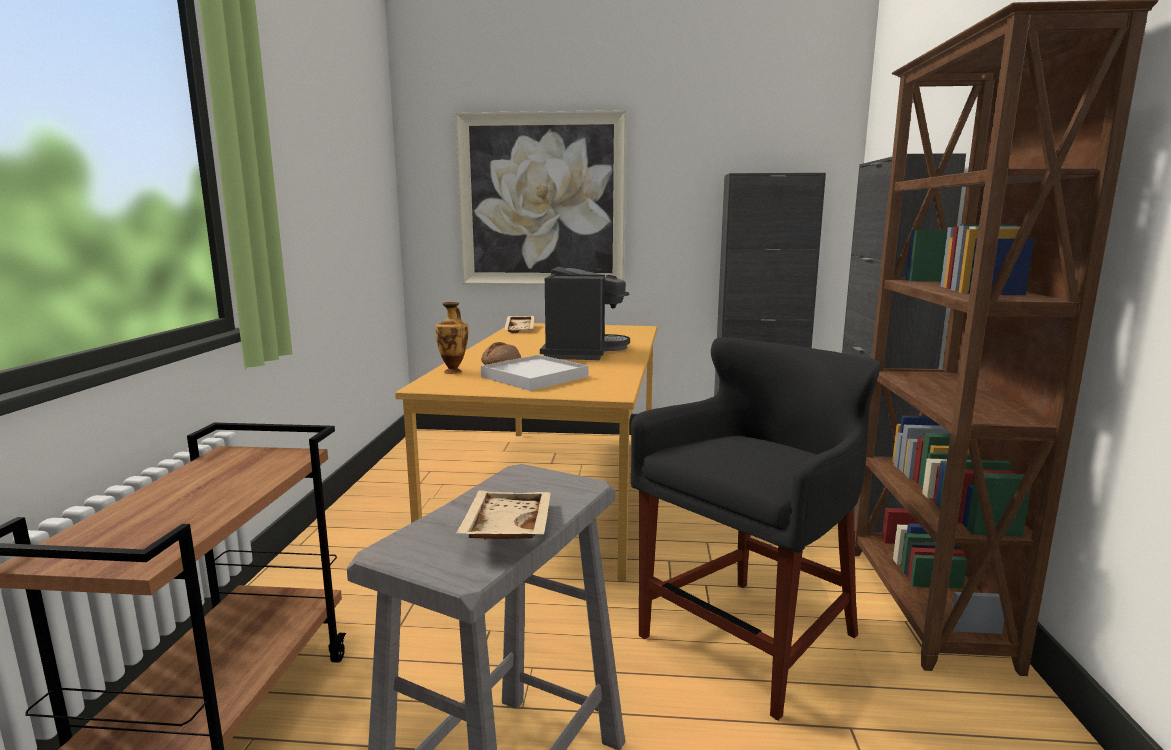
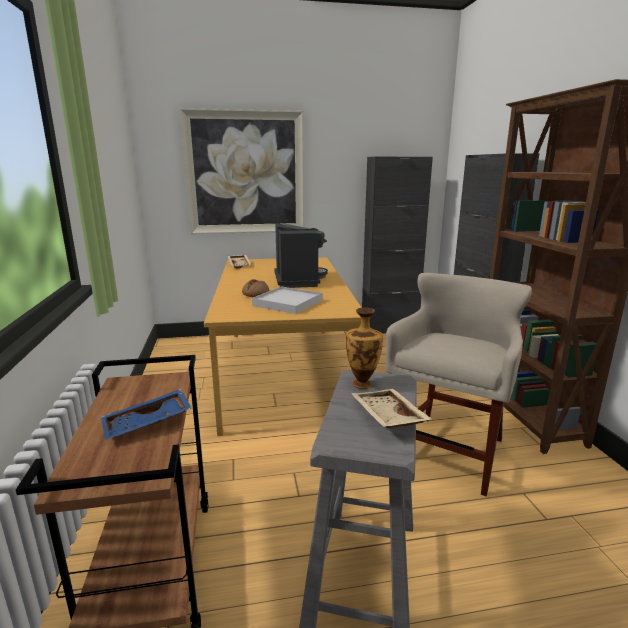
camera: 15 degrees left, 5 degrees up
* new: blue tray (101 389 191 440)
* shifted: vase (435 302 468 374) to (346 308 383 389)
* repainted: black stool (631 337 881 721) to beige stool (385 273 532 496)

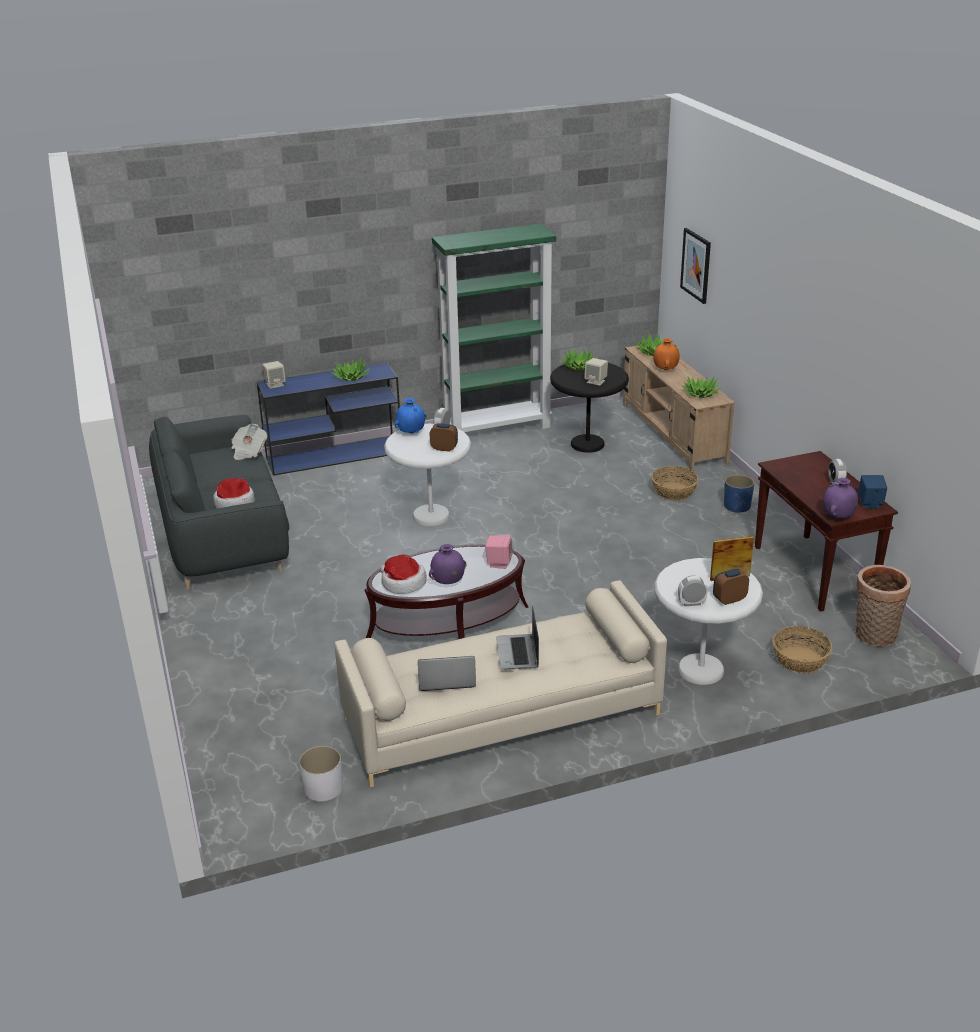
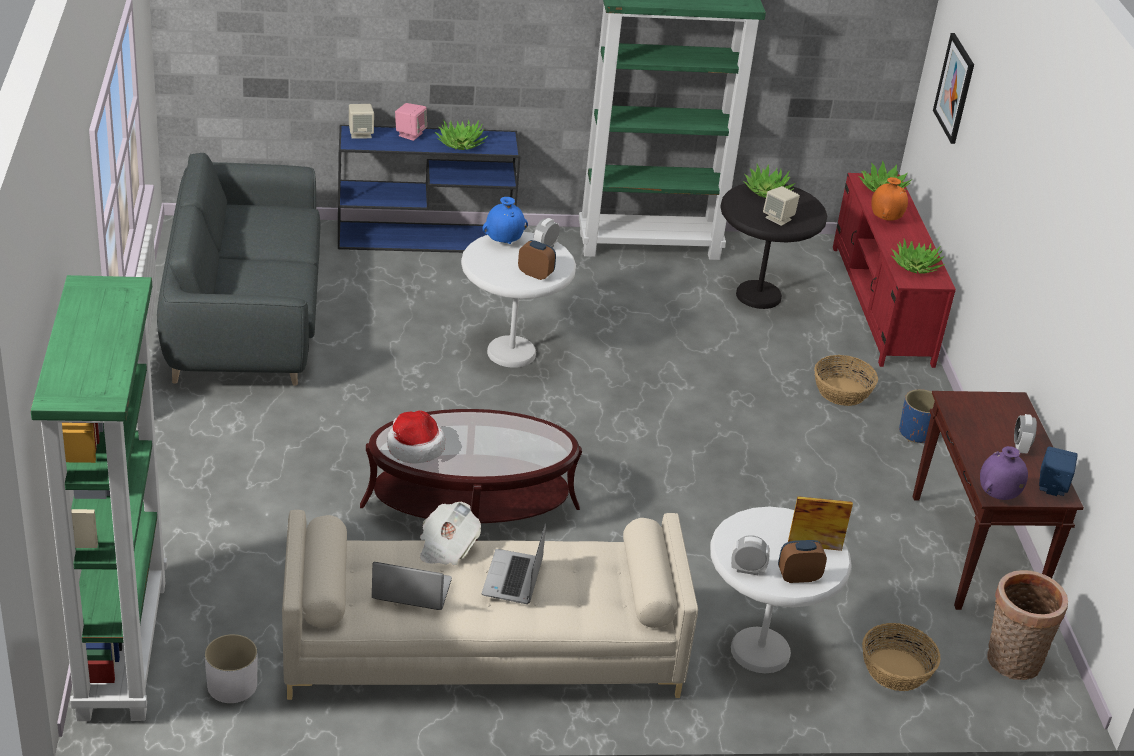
camera: 10 degrees right, 5 degrees up
* new: green bookcase (30 275 168 721)
* shifted: pink speaker (485 535 513 569) to (395 103 427 141)
* shifted: newspaper (231 424 267 460) to (420 502 481 565)
* repainted: beige tv stand (623 343 735 471) to red tv stand (833 173 956 368)
* gone: hat (213 478 255 509)
* gone: purple vase (429 544 467 584)

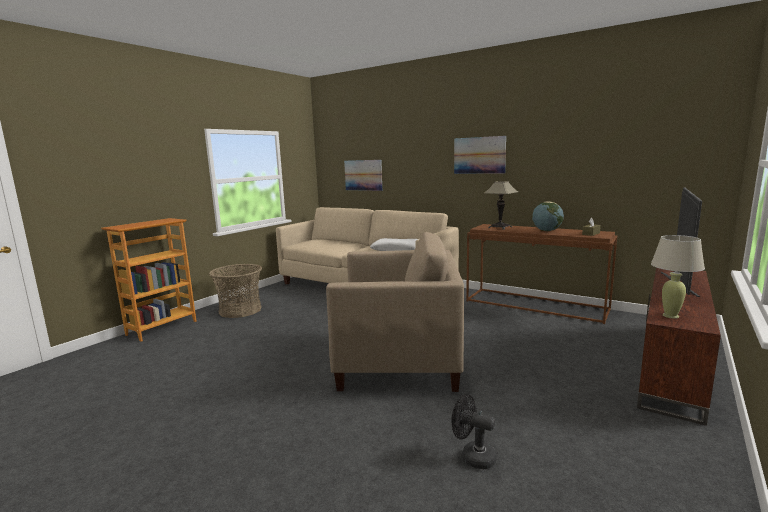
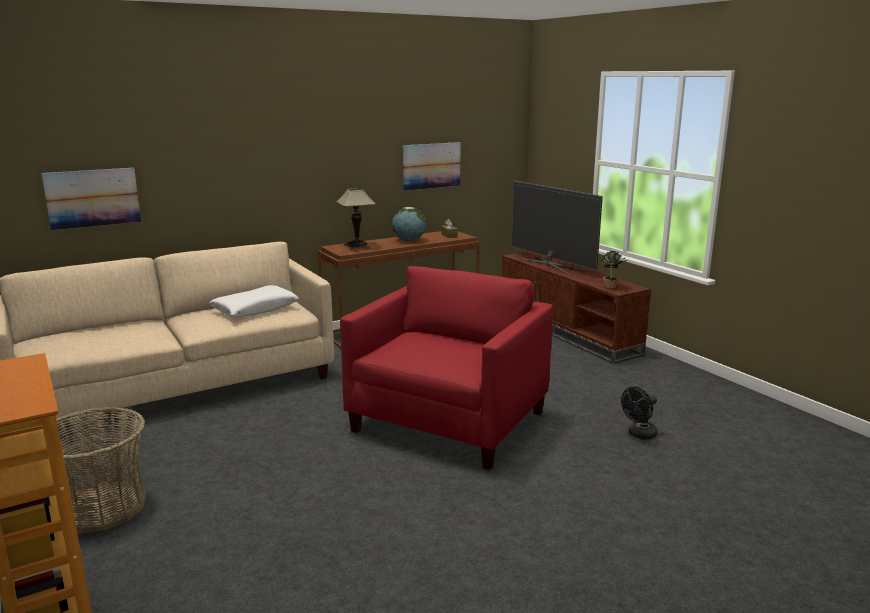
camera: 65 degrees left, 5 degrees up
* repainted: beige armchair (326 232 464 392) to red armchair (340 266 553 470)
* shifted: picture (454 136 506 174) to (403 142 461 191)
* swapped: beige table lamp (651 235 705 319) to potted plant (601 251 627 289)

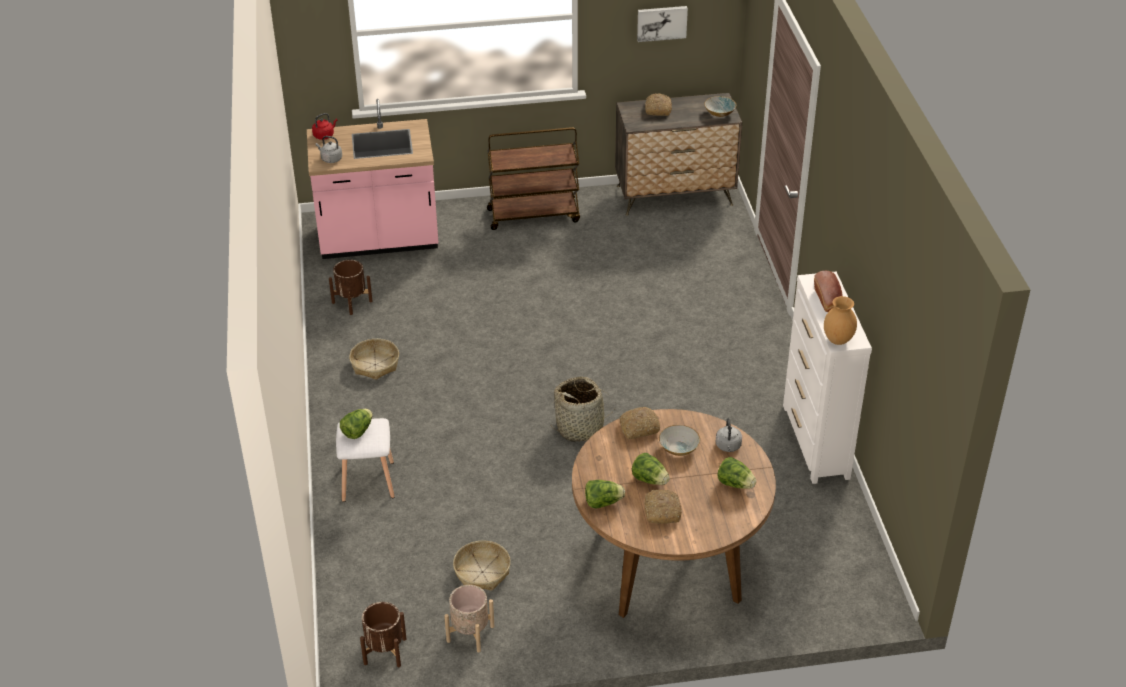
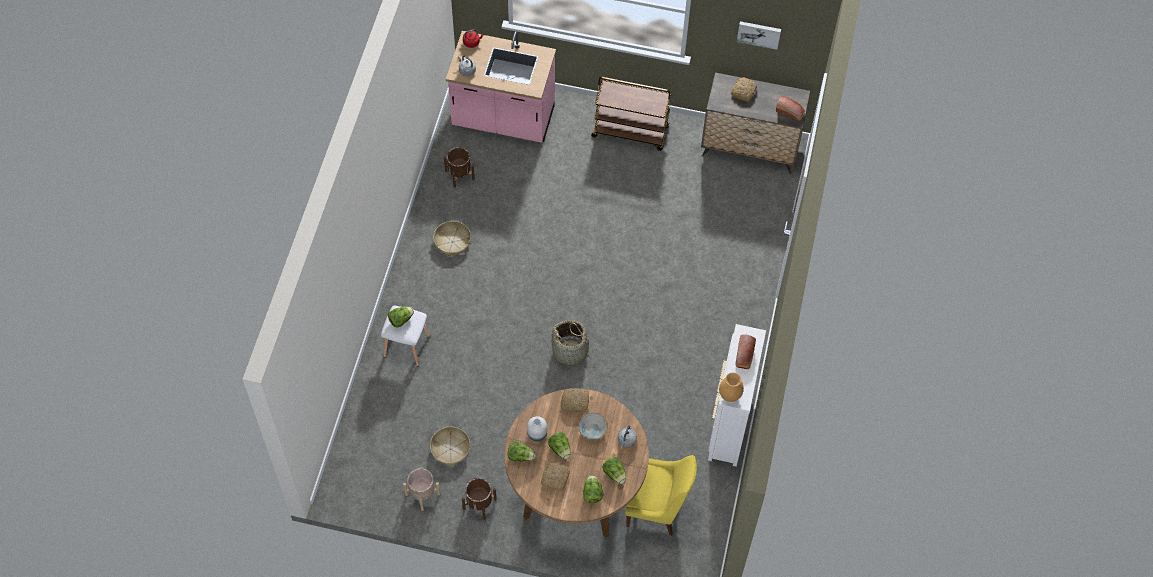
camera: 20 degrees right, 20 degrees up
* shifted: brown planter (360 602 406 667) to (462 478 497 520)
* new: white vase (527 416 547 441)
* new: lettuce (583 475 603 503)
* new: yellow chair (625 455 697 536)
* swapped: bowl (704 96 736 117) to bread (776 96 805 120)

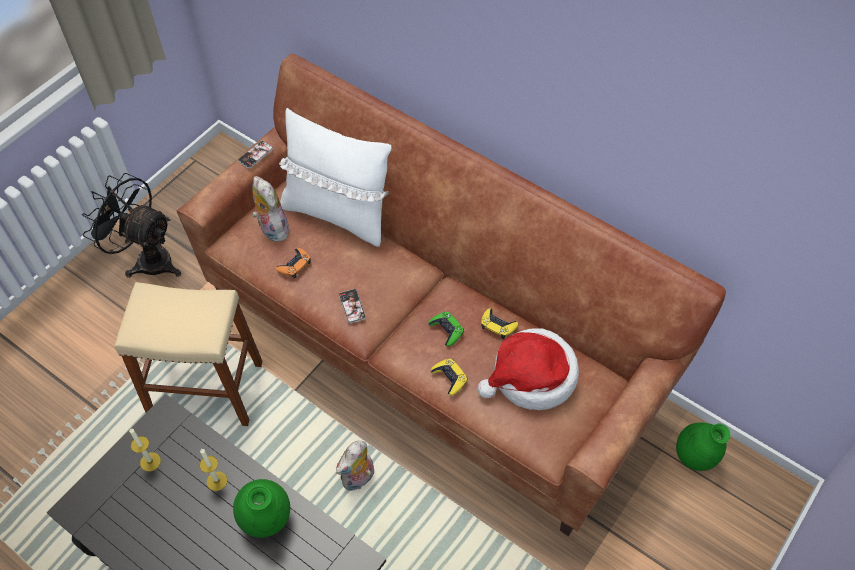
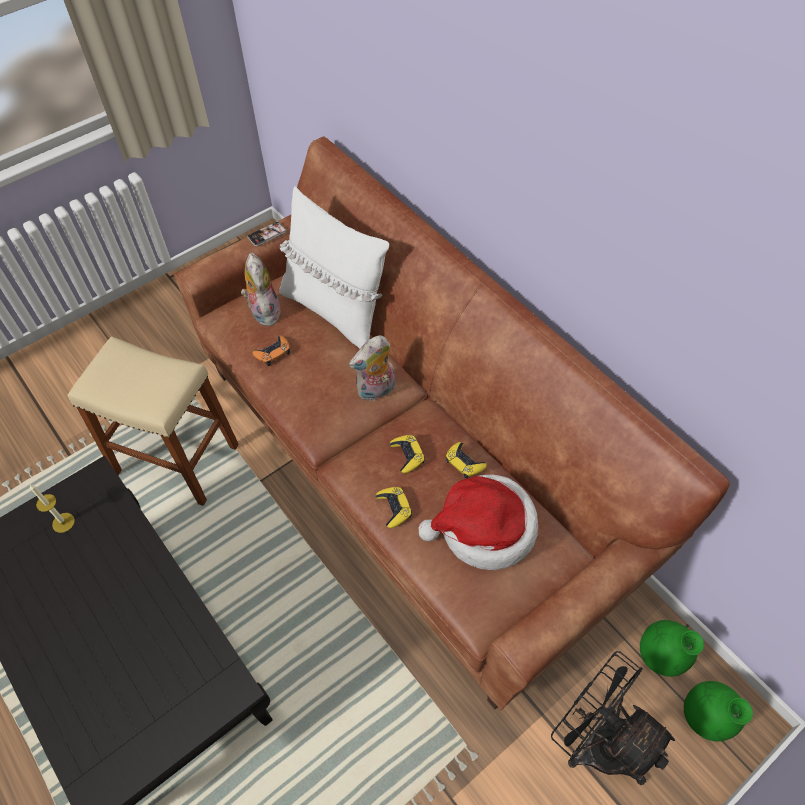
camera: 15 degrees right, 0 degrees up
* shifted: plush toy (336 441 374 491) to (349 335 395 401)
* repainted: green game controller (428 312 464 346) to yellow game controller (390 435 425 473)
* shifted: black fan (82 173 181 278) to (551 651 675 785)
* shifted: green vase (233 479 290 538) to (684 681 753 742)
* gone: candle (200 449 228 491)
* gone: phone (339 289 366 323)

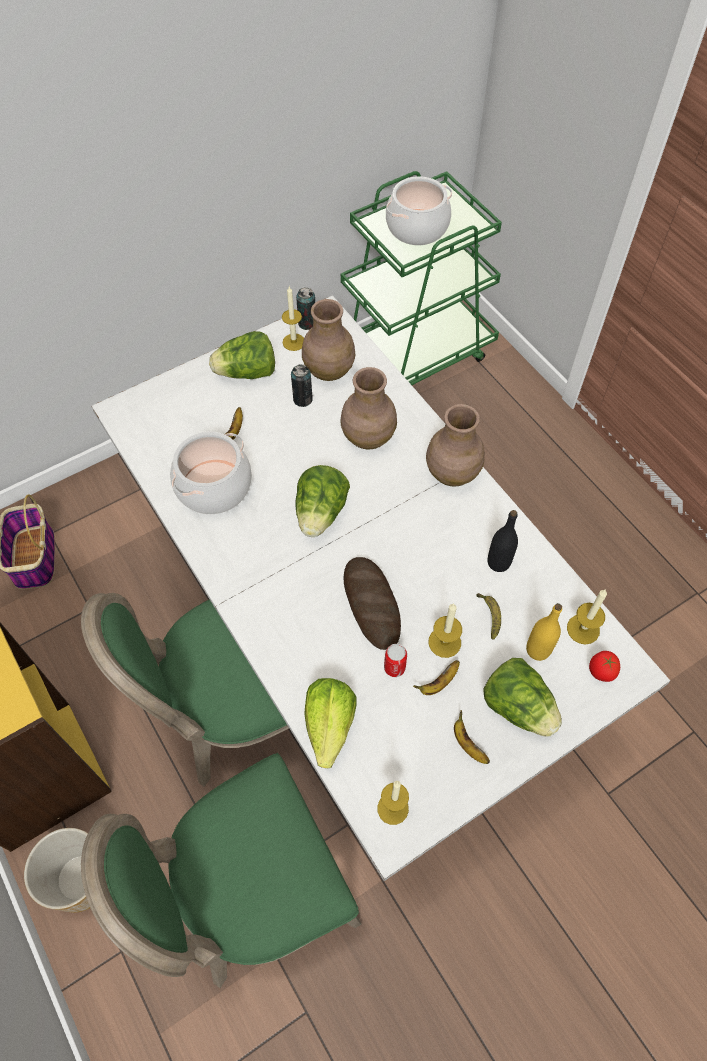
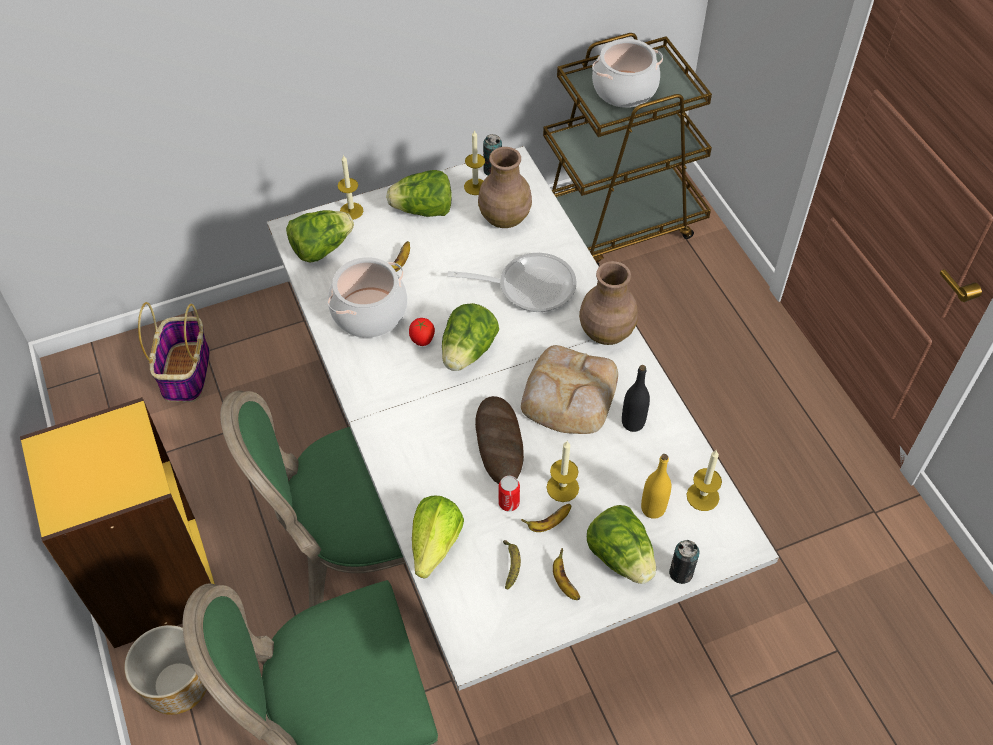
camera: 10 degrees right, 5 degrees down
* new: lettuce (286 210 354 263)
* shifted: candle (377 781 409 825) to (338 155 363 220)
* shifted: tomato (589 651 620 682) to (409 318 435 346)
* swapped: brown vase (341 367 397 449) to frying pan (447 253 577 312)
* shifted: banana (476 593 501 639) to (503 540 521 589)
* new: bread (521 345 618 434)
* repainted: green cart (341 171 502 385) to brown cart (543 33 712 266)
* shifted: can (291 364 313 407) to (669 540 699 584)

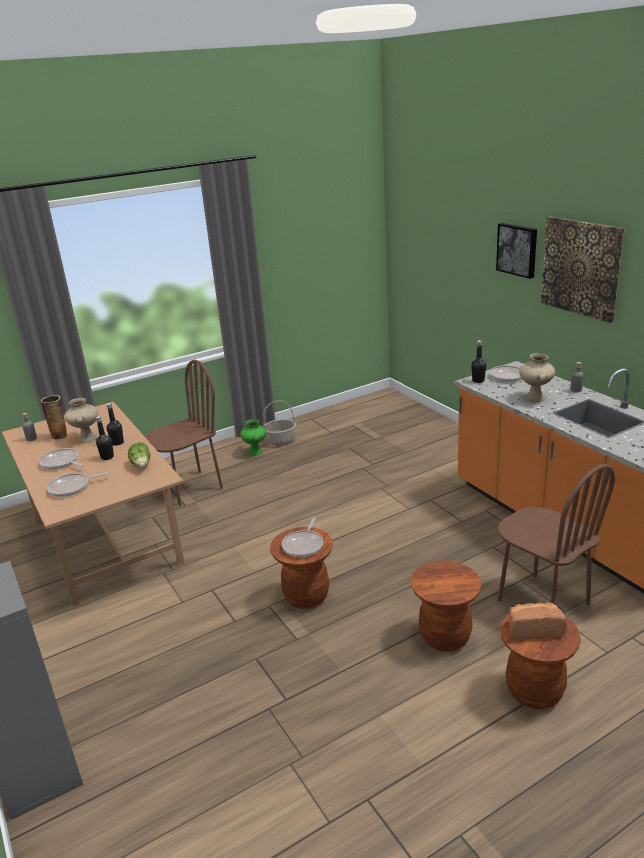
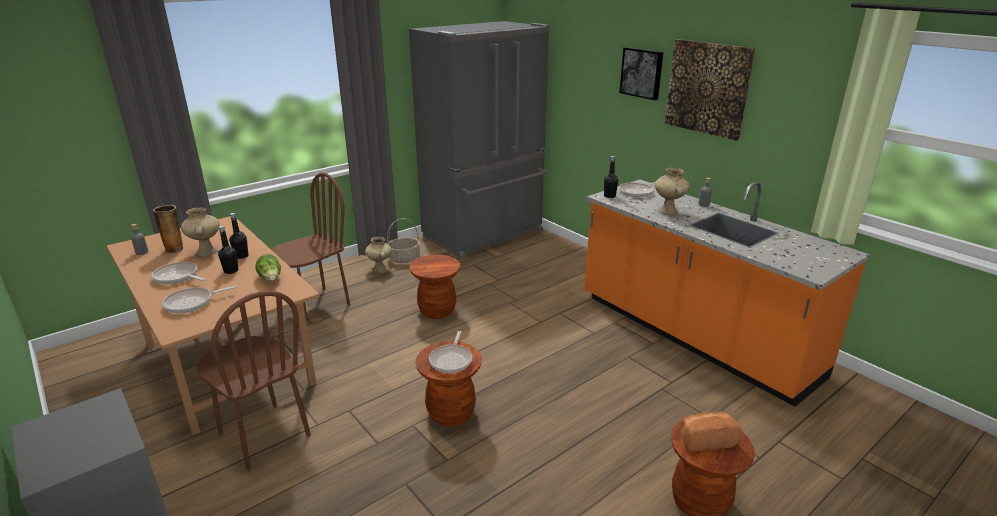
camera: 10 degrees left, 0 degrees up
* shifted: brown chair (498 464 615 605) to (197 291 311 471)
* repainted: green vase (240 419 266 456) to beige vase (365 237 392 273)
* new: grey fridge (409 21 549 259)
* shifted: brown stool (411 561 481 652) to (409 255 460 319)

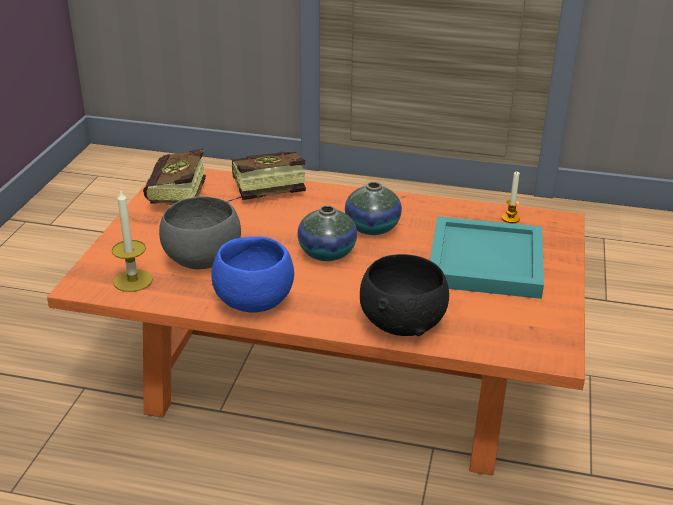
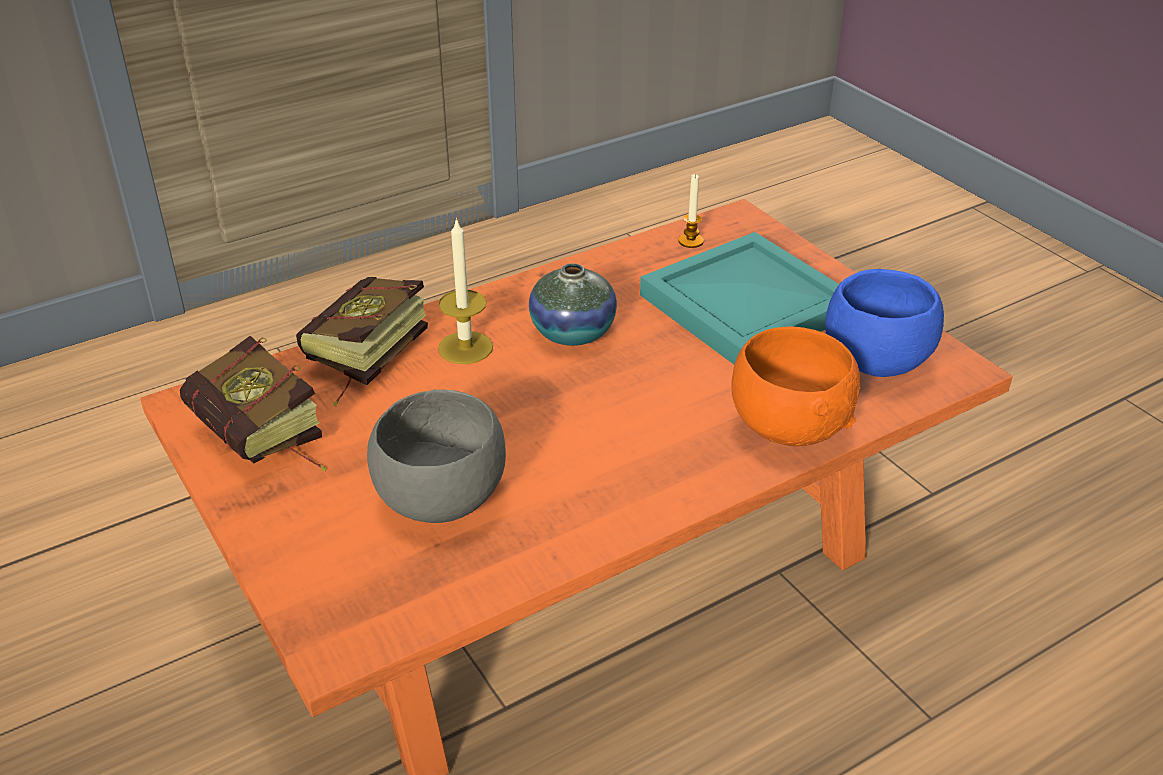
camera: 45 degrees left, 5 degrees up
* shifted: candle (112 189 153 292) to (438 217 493 364)
* repainted: black bowl (360 254 449 336) to orange bowl (732 326 860 446)
* shifted: blue bowl (211 236 294 313) to (825 269 944 377)
* gone: vase (298 205 357 261)

